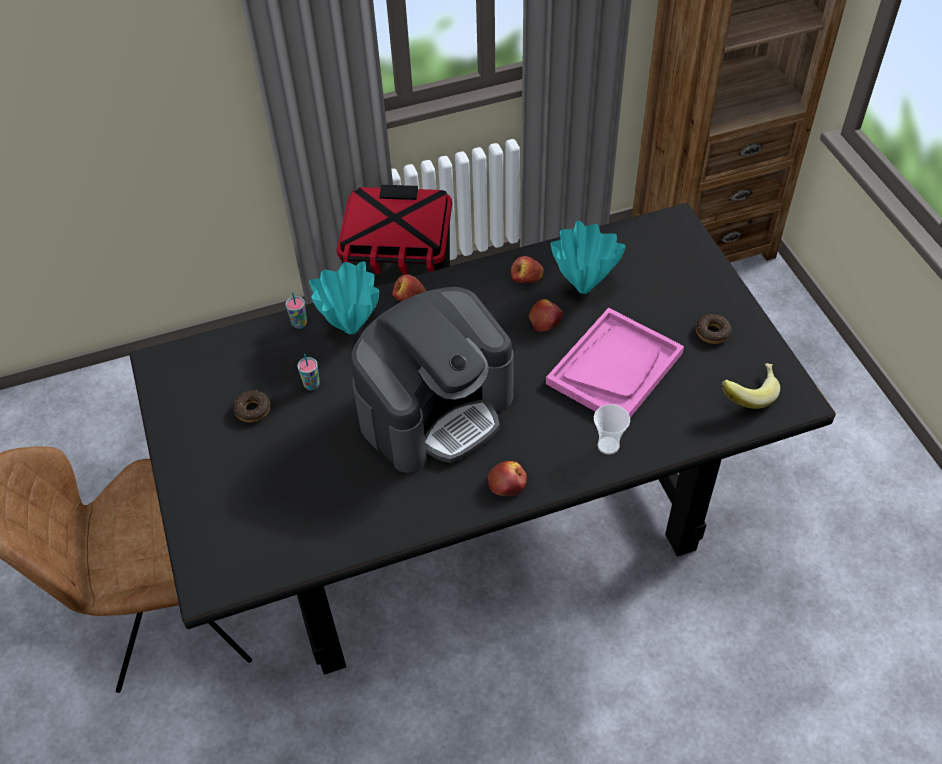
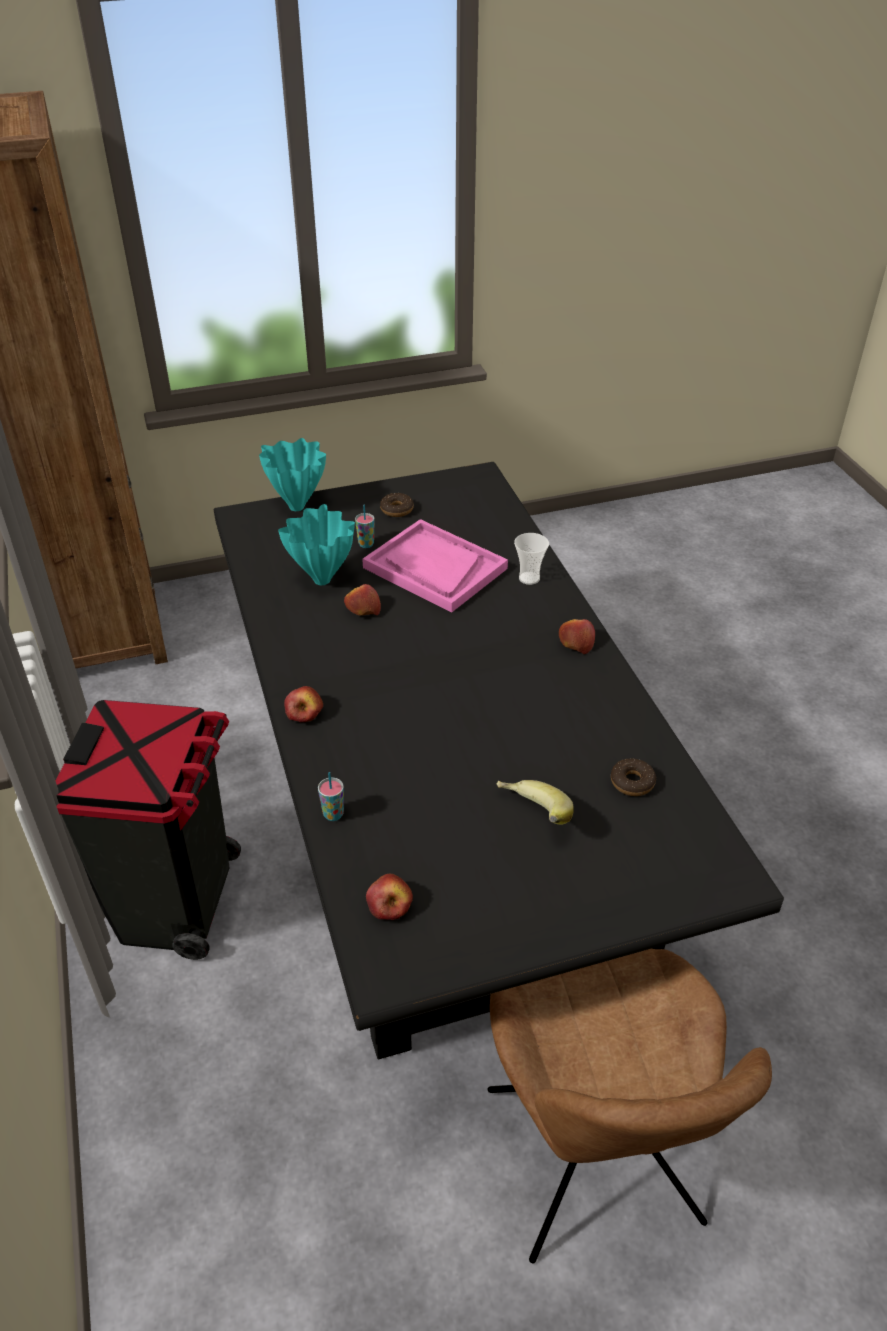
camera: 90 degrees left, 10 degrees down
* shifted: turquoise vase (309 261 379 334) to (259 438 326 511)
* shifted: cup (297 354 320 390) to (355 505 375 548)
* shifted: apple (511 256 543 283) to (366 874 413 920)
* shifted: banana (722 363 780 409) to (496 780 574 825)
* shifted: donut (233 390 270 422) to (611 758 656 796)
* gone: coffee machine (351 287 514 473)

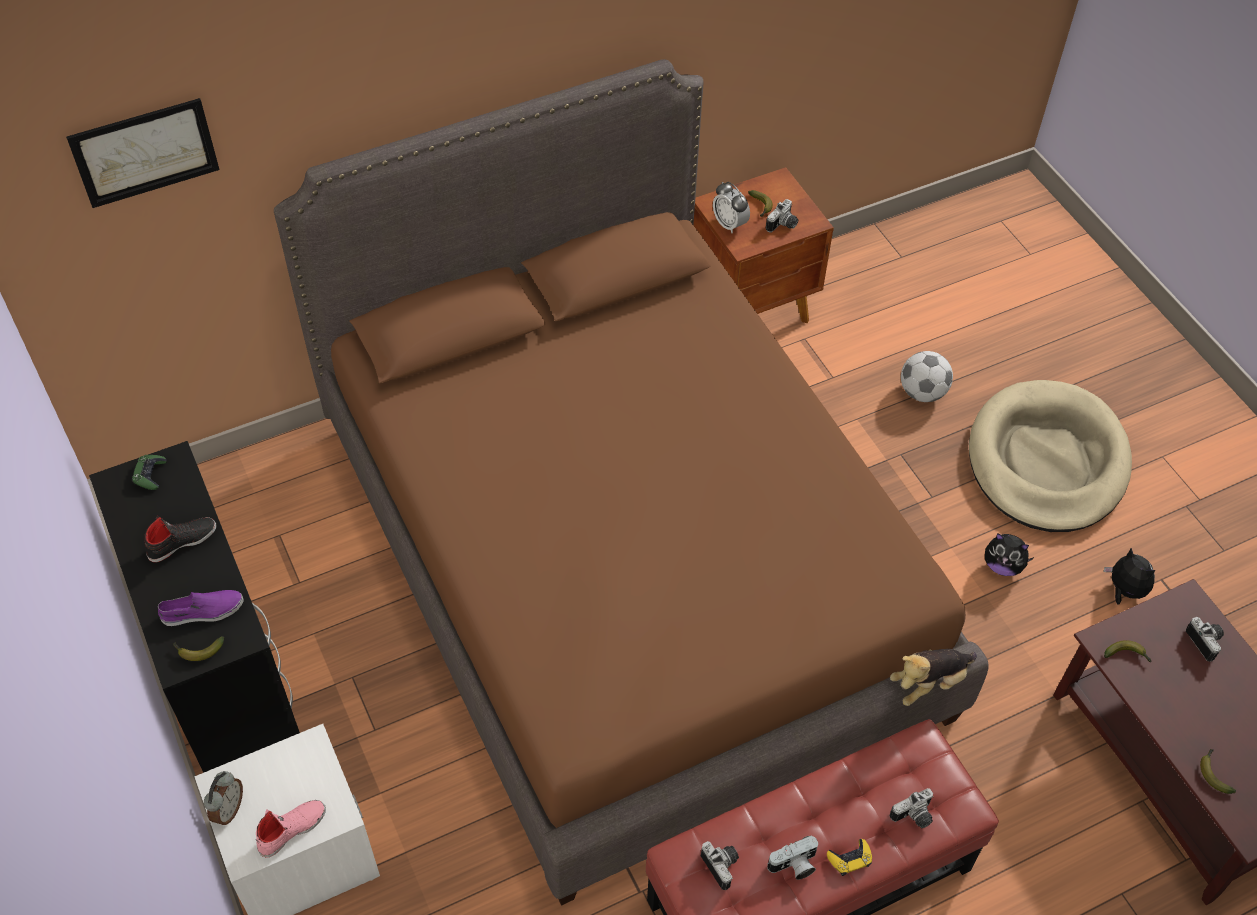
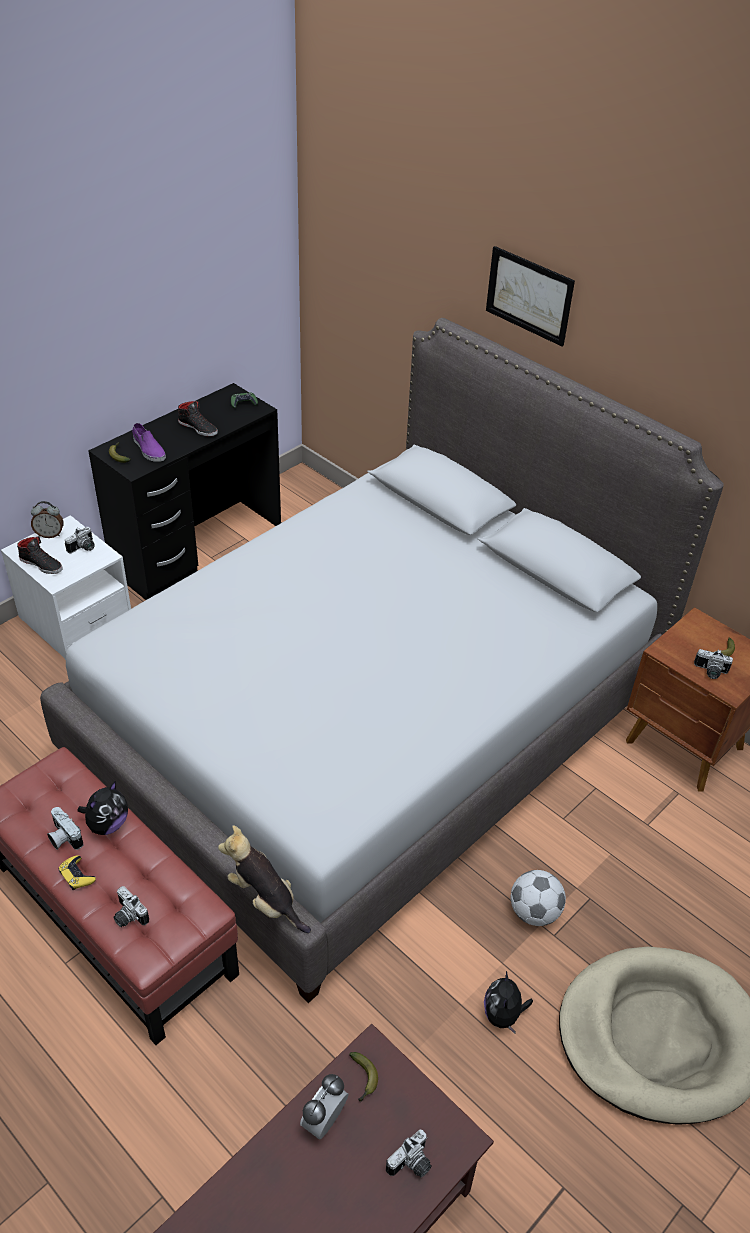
camera: 70 degrees right, 10 degrees down
* repainted: pink shoe (256 800 326 857) to black shoe (17 536 62 574)
* repainted: brown bed (274 59 989 906) to grey bed (40 318 724 1003)
* shifted: photo camera (701 841 739 890) to (65 527 94 553)
* shifted: plush toy (1103 548 1156 604) to (78 781 128 835)
* shifted: alarm clock (713 182 750 233) to (300 1074 348 1139)
* shifted: picture (66 98 220 208) to (486 246 575 346)
* shifted: football (901 351 953 402) to (511 870 566 926)
* gone: banana (1200 749 1236 794)

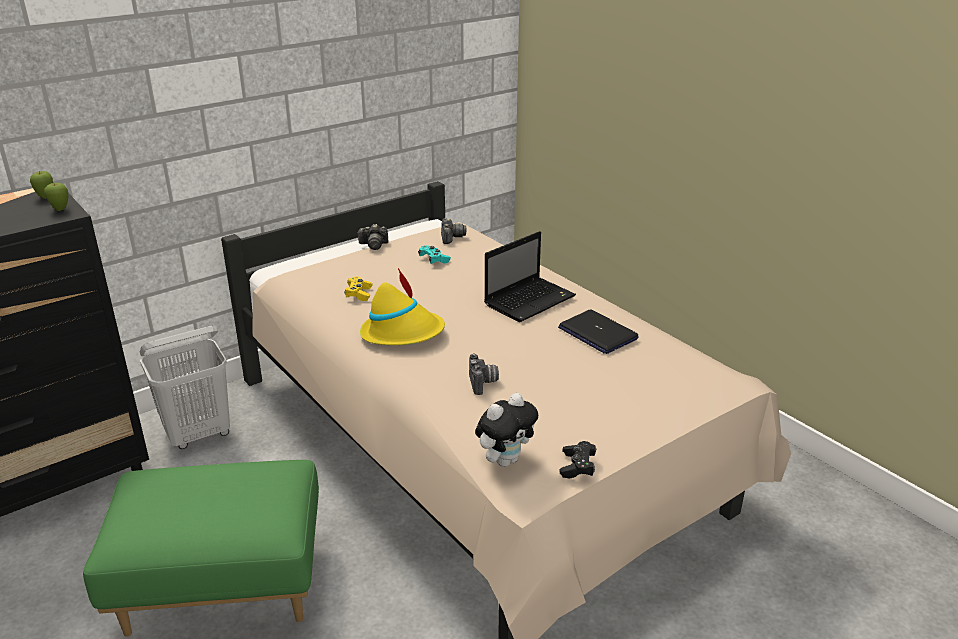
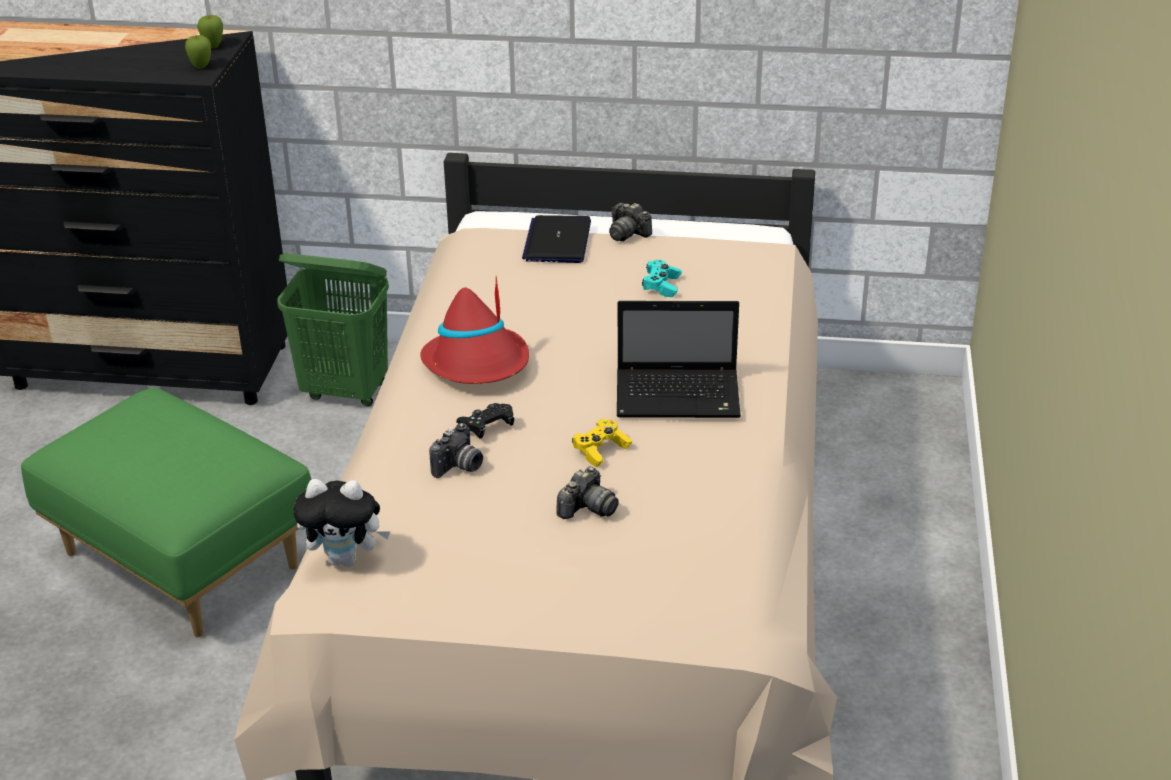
camera: 45 degrees right, 5 degrees up
* repainted: white laundry basket (139 326 230 449) to green laundry basket (277 253 389 406)
* repainted: yellow hat (360 268 445 345) to red hat (420 276 529 384)
* shifted: black game controller (560 441 597 479) to (456 403 514 438)
* shifted: laptop (558 309 639 354) to (522 215 591 263)
* shifted: photo camera (441 218 466 244) to (556 467 619 519)
* shifted: yellow game controller (344 277 373 301) to (572 419 632 467)

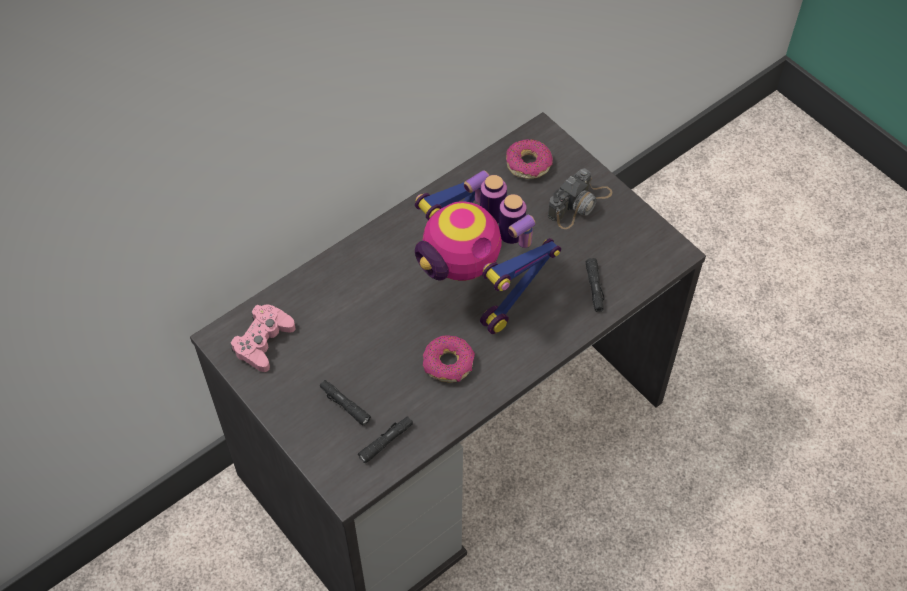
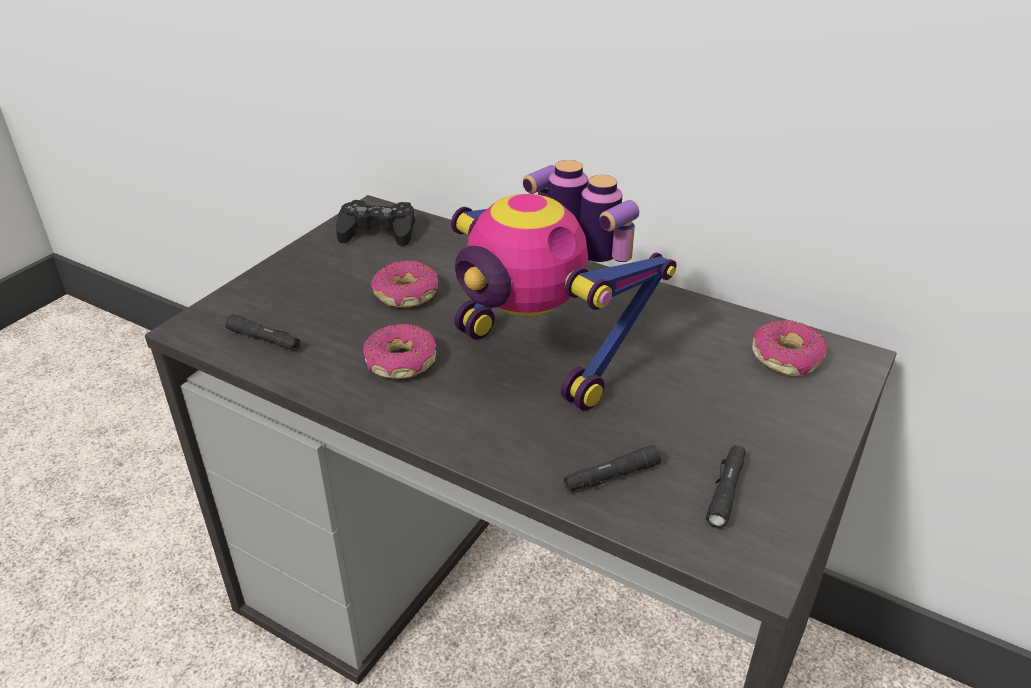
camera: 70 degrees right, 20 degrees down
* repainted: pink game controller (230 304 295 372) to black game controller (336 200 415 246)
* new: donut (371 260 438 308)
* rotated: toy robot (415 170 561 334) = (451 160 677 411) 75 degrees counterclockwise
* shifted: black flashlight (320 380 371 426) to (706 445 746 529)
* gone: photo camera (548 168 613 229)

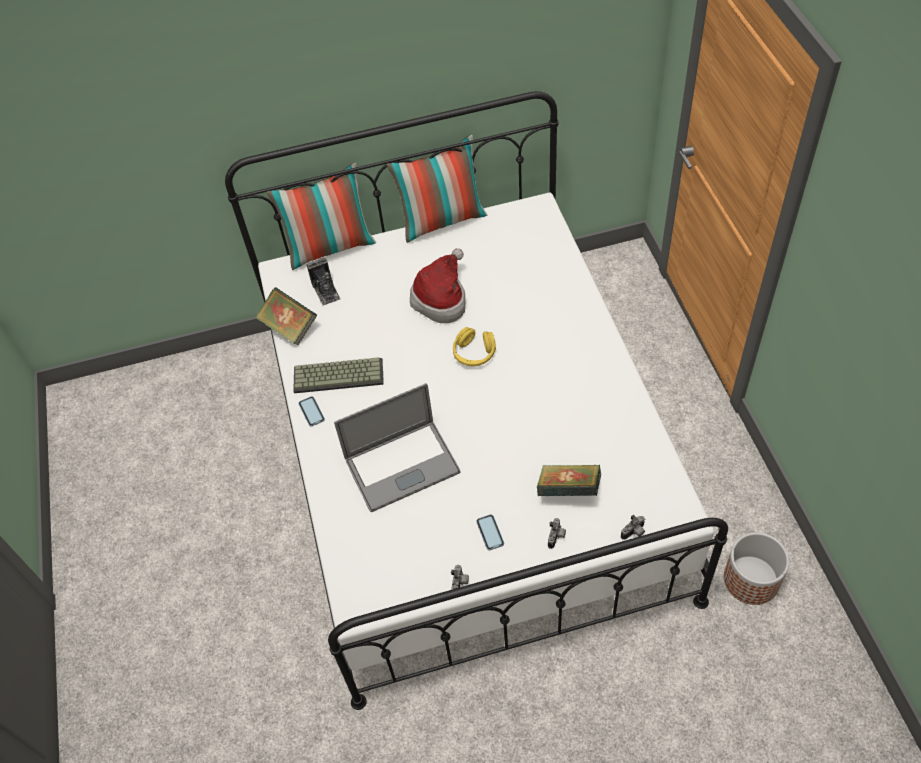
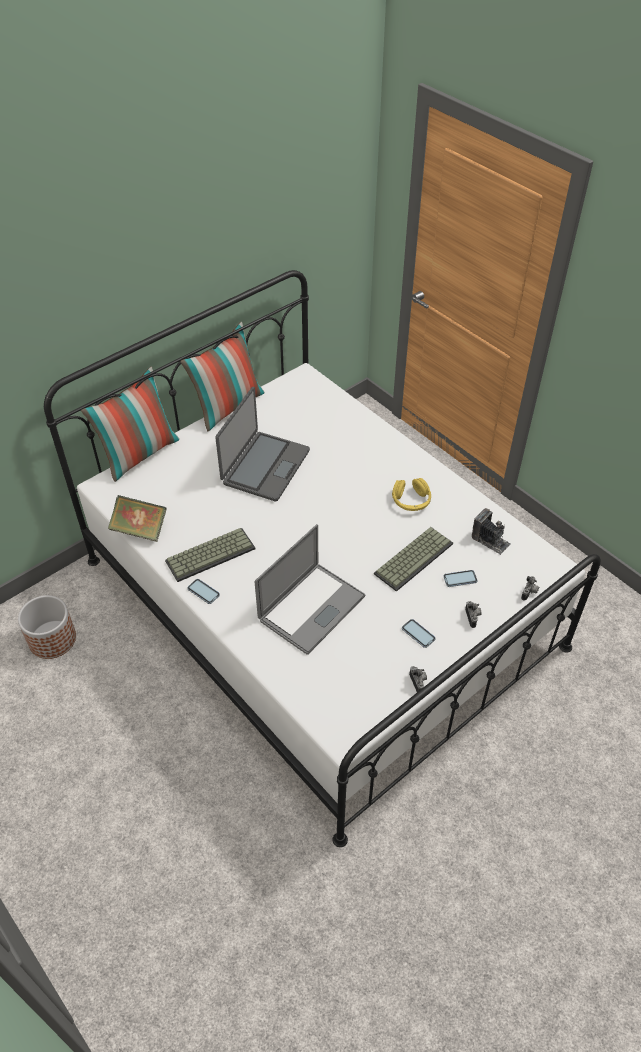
camera: 30 degrees left, 5 degrees down
* shifted: planter (724 532 789 605) to (18 595 76 659)
* swapped: hat (410 248 465 323) to laptop (215 387 310 501)
* new: keyboard (374 527 453 592)
* shifted: yellow headphones (453 327 496 366) to (392 478 431 511)
* swapped: book (537 465 601 496) to phone (443 570 477 587)
* shifted: photo camera (307 257 340 306) to (472 508 511 555)

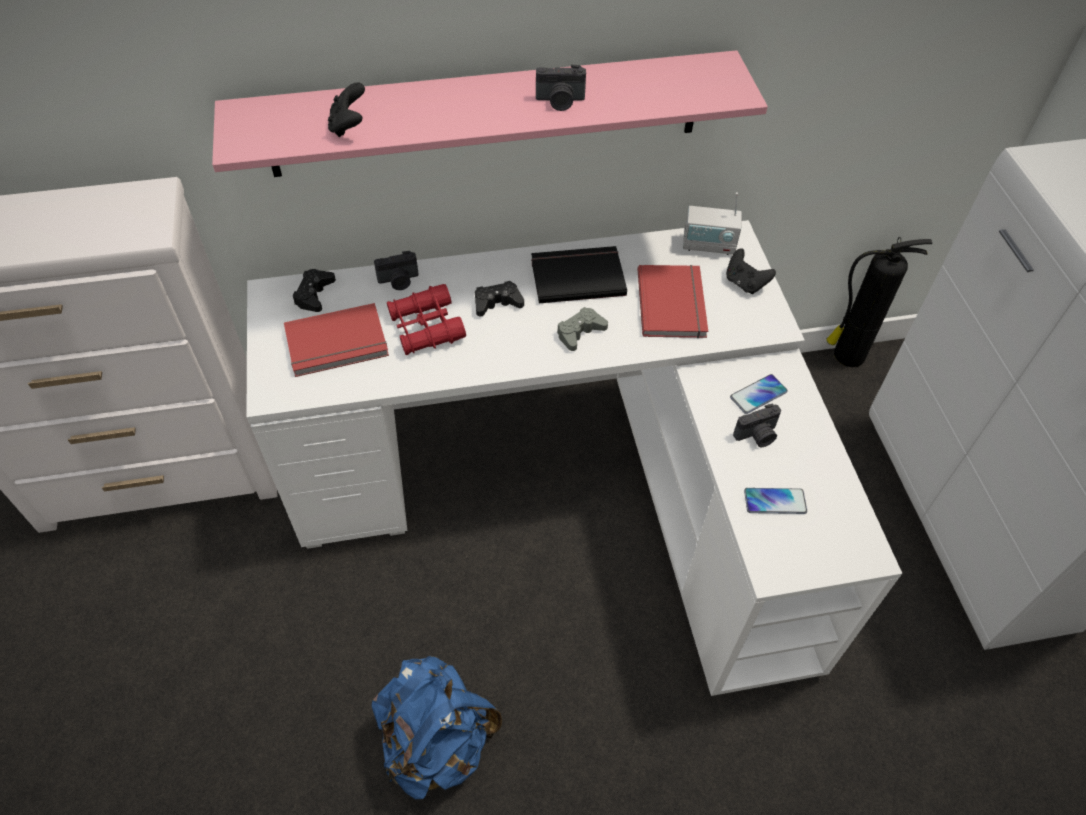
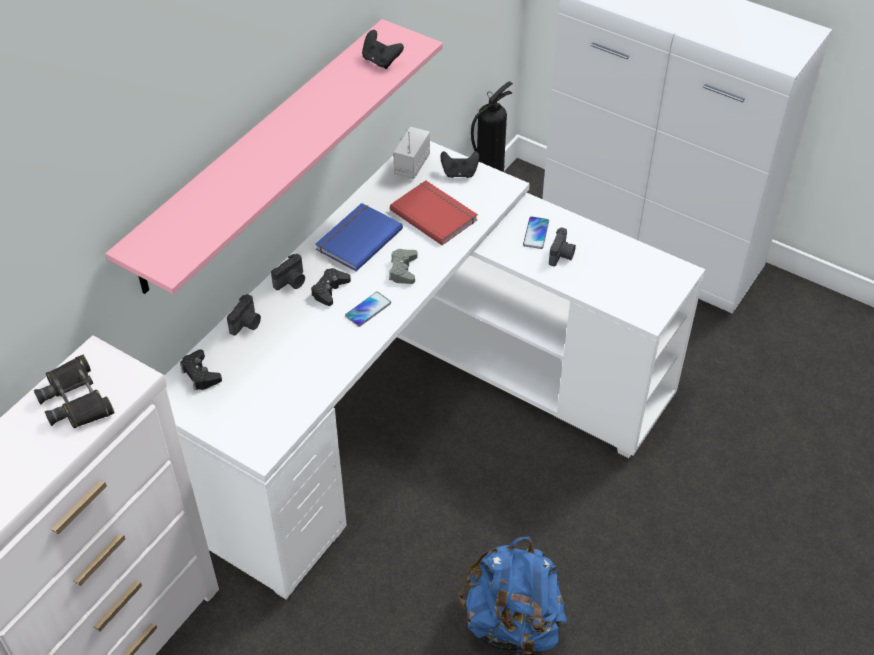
camera: 45 degrees left, 5 degrees down
* new: black binoculars (34 355 114 428)
* shifted: photo camera (536 65 586 111) to (271 254 305 290)
* repainted: black book (531 246 627 303) to blue book (315 203 403 271)
* shifted: phone (744 488 807 514) to (345 292 391 327)
* shifted: black game controller (328 82 365 137) to (362 30 404 69)
* rotated: radio (683 192 742 255) = (393 127 430 179) 150 degrees clockwise
* gone: red book (284 303 389 377)
* gone: red binoculars (387 284 466 355)

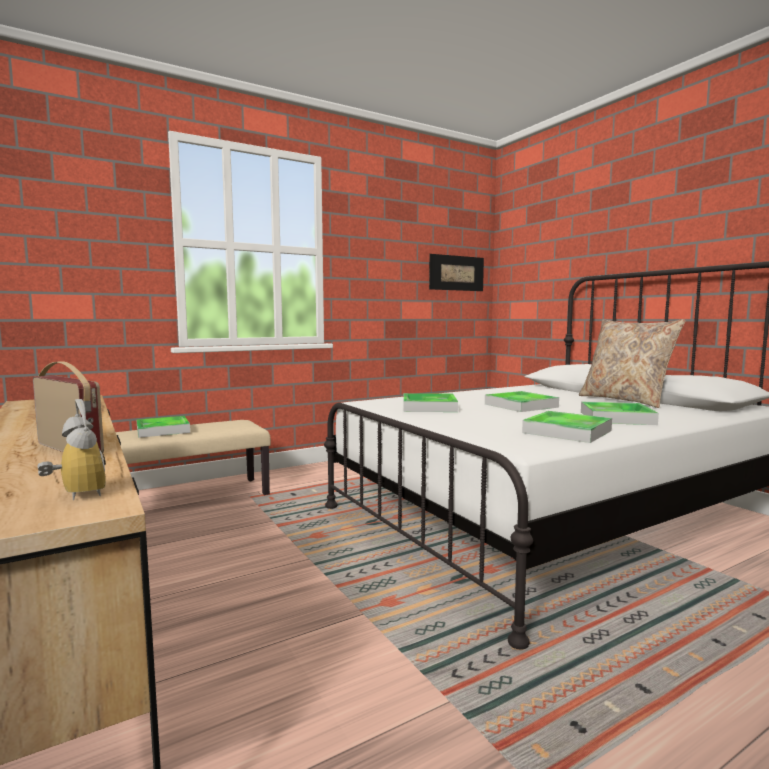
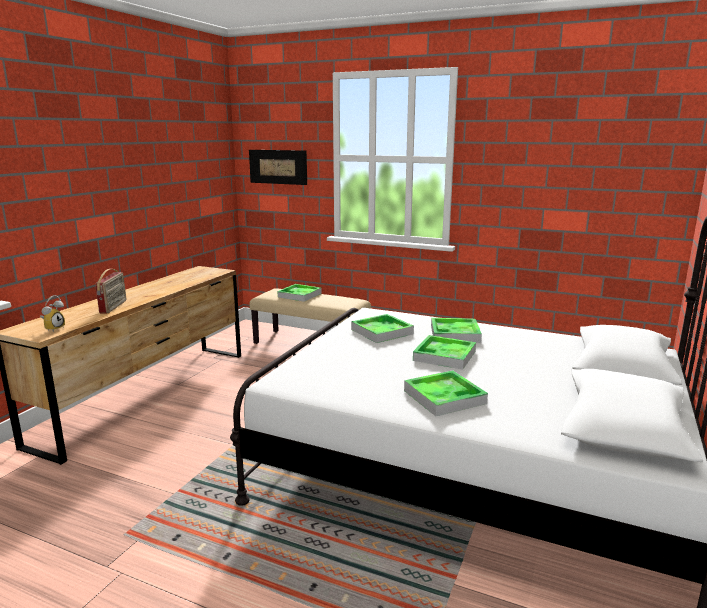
camera: 55 degrees right, 10 degrees up
* shifted: picture (429 254 484 291) to (249 150 307 185)
* shifted: tray (522 411 612 443) to (431 318 482 343)
* gone: beige pillow (579 319 686 408)

